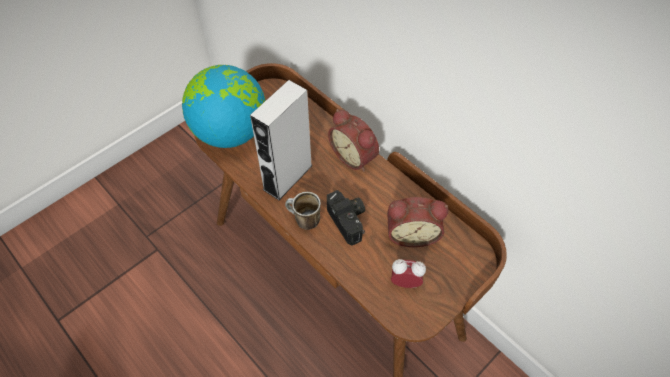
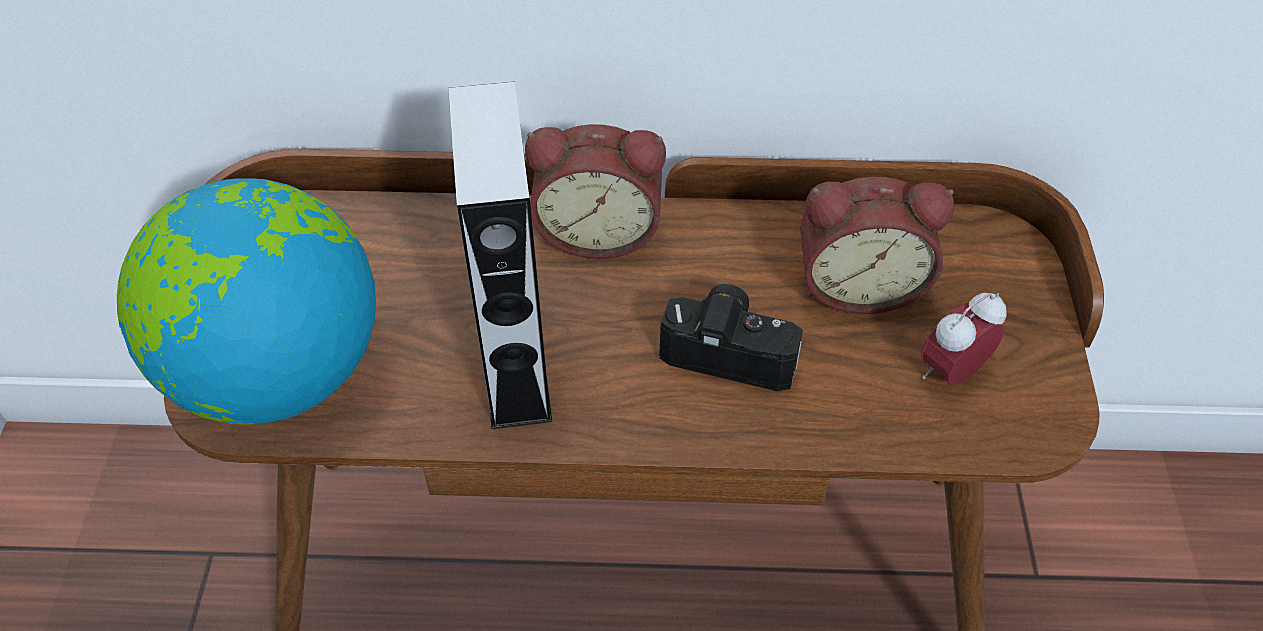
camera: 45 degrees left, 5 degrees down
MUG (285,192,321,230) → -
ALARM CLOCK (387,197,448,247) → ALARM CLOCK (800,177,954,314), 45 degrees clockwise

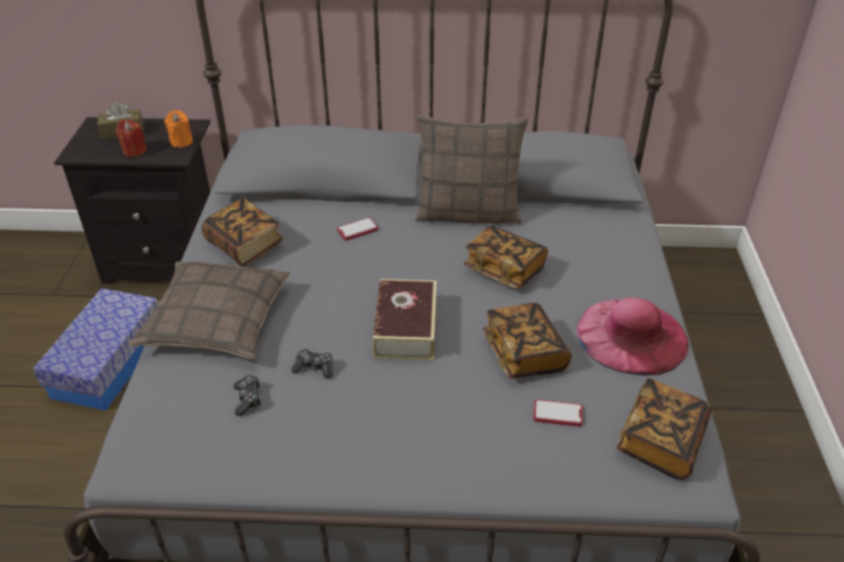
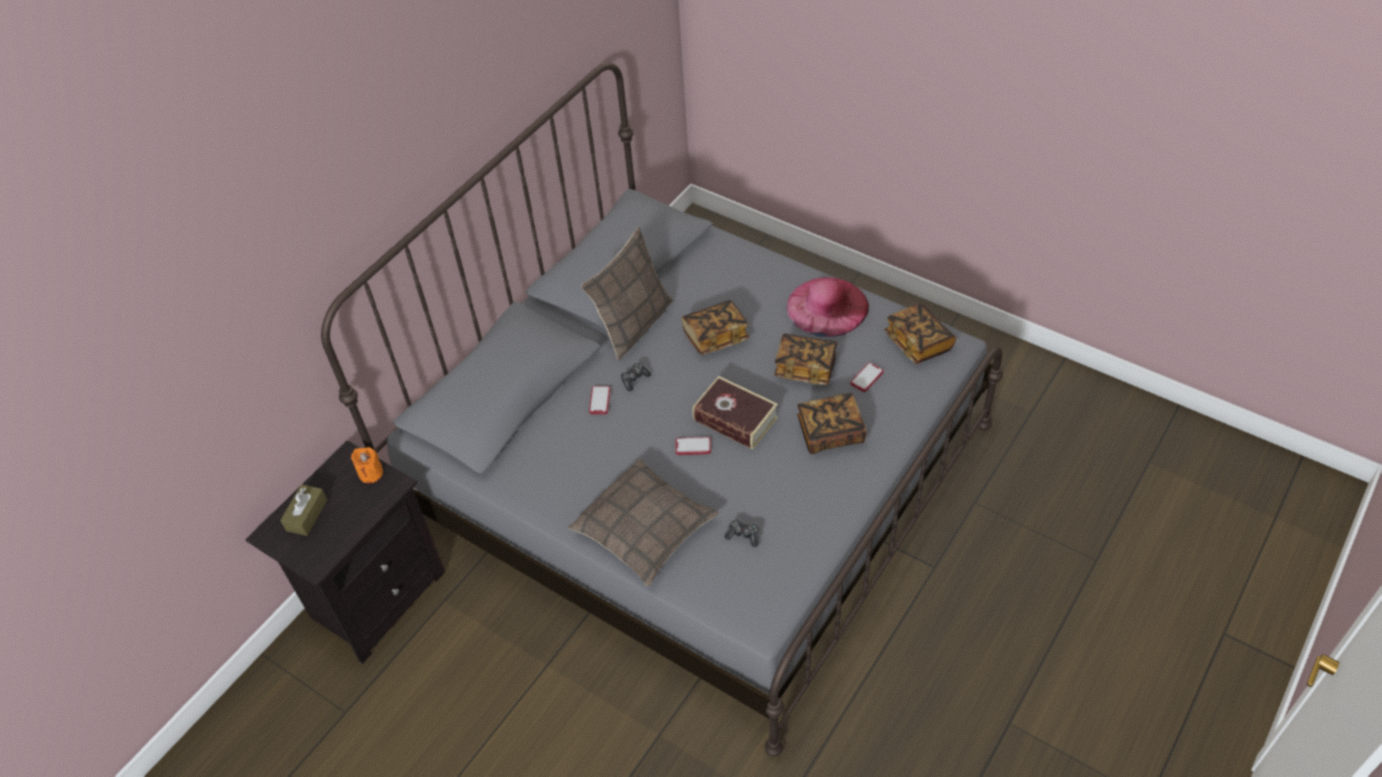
camera: 55 degrees left, 10 degrees up
RED CANDLE (116,119,147,157) → -
BOOK (202,198,283,266) → BOOK (797,393,867,454), relocated
STORAGE BOX (33,288,158,411) → -
GAME CONTROLLER (291,349,333,379) → GAME CONTROLLER (620,363,651,391), relocated
- → PHONE (676,437,711,455)

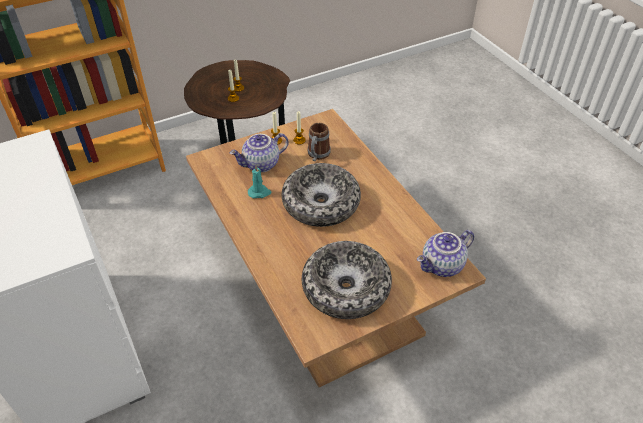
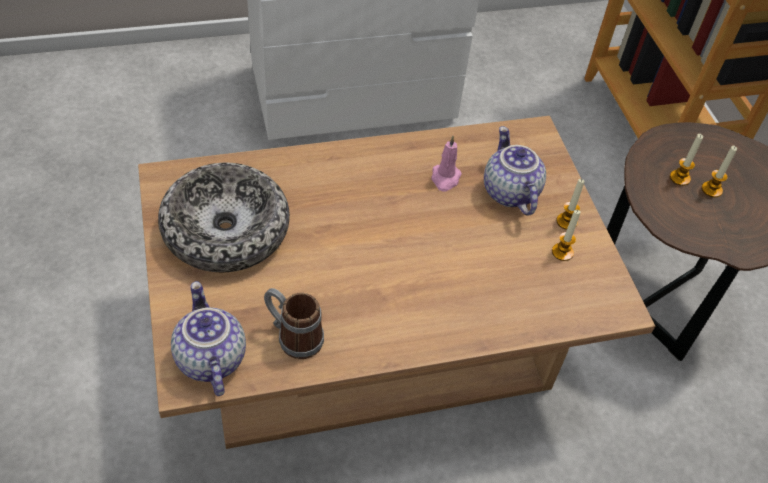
camera: 100 degrees right, 5 degrees up
MUG (307,123,331,161) → MUG (264,288,324,359), relocated
BOWL (282,163,361,227) → -
TURQUOISE CANDLE (248,165,271,198) → PINK CANDLE (431,136,462,192)

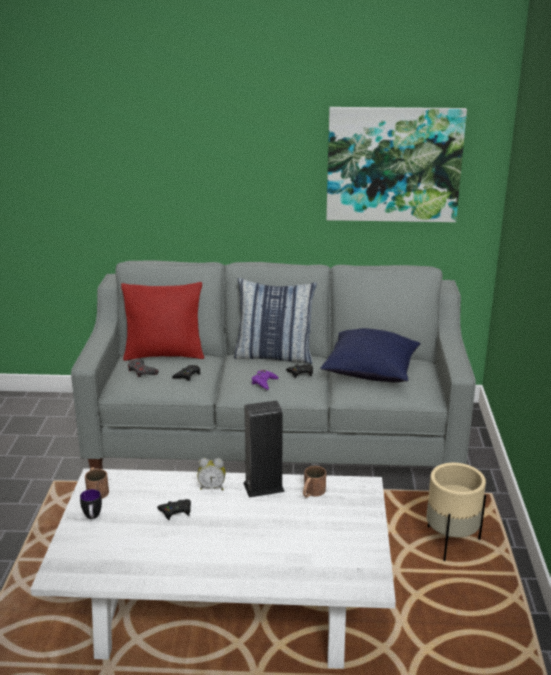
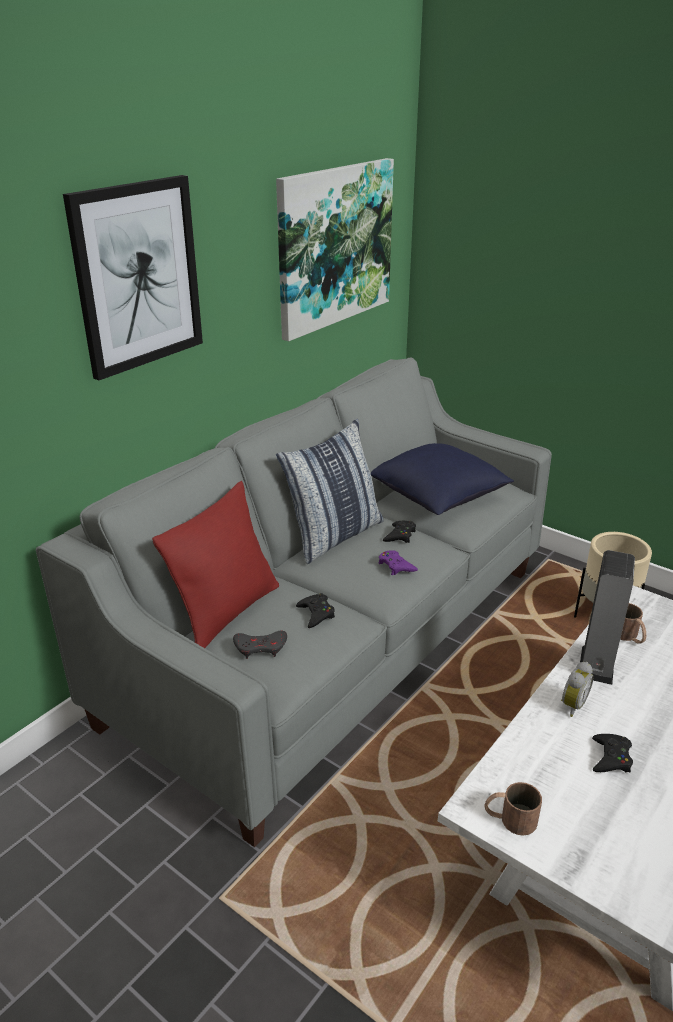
camera: 55 degrees left, 5 degrees up
MUG (80,489,102,519) → -
- → PICTURE (63,175,203,380)

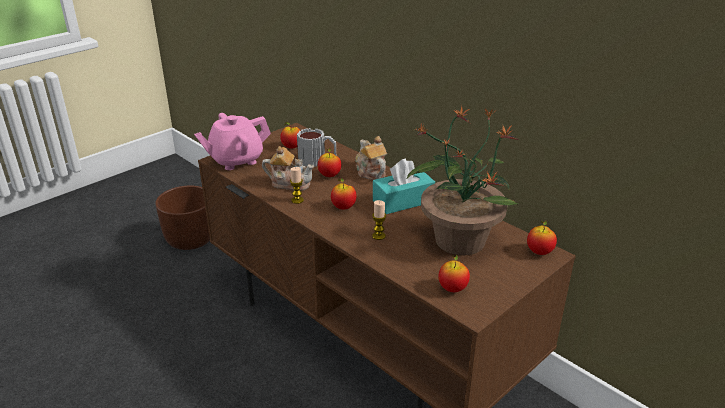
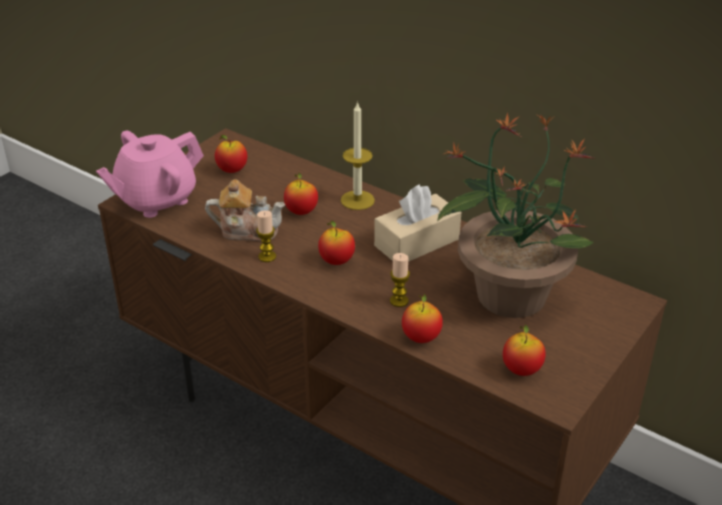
camera: 10 degrees left, 5 degrees up
MUG (297,128,336,167) → -
TEAPOT (355,136,387,180) → CANDLE (341,101,375,210)
TURQUOISE TISSUE BOX (373,158,435,214) → BEIGE TISSUE BOX (374,184,461,262)
BROWN PLANTER (155,186,210,250) → -
APPLE (527,220,557,255) → APPLE (402,294,443,343), relocated

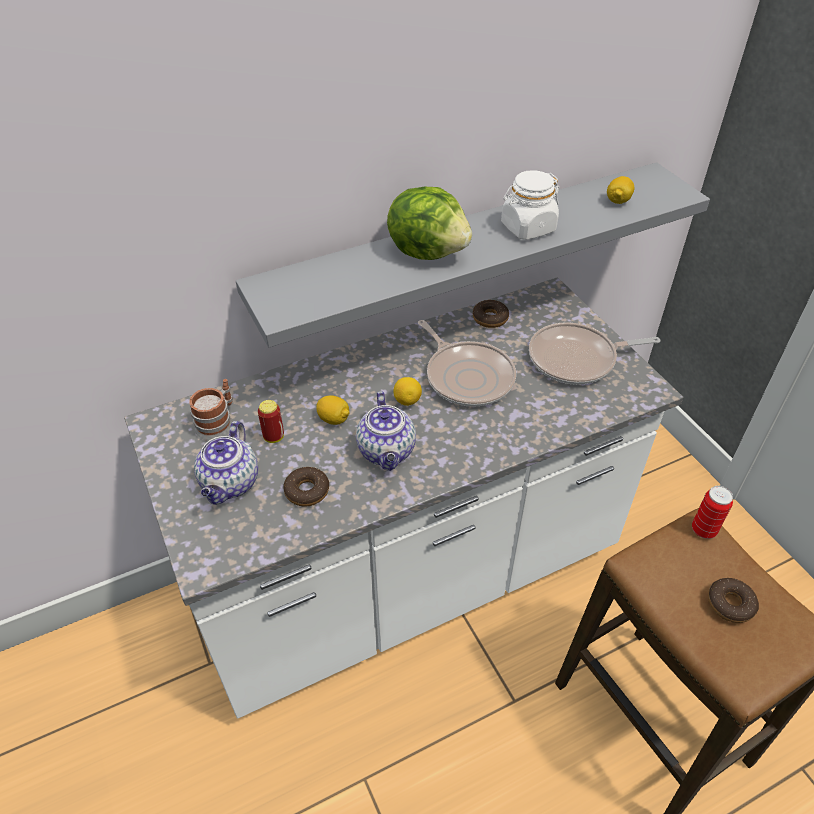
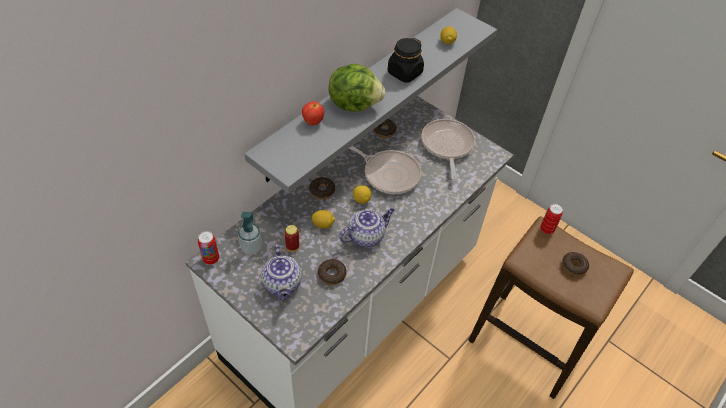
camera: 25 degrees left, 5 degrees up
WHITE JAR (501,170,560,240) → BLACK JAR (388,38,424,83)
FRYING PAN (529,322,661,385) → FRYING PAN (421,119,475,180), 120 degrees clockwise
MUG (189,379,233,441) → SOAP DISPENSER (238,212,262,255)
TEAPOT (356,391,416,471) → TEAPOT (339,208,395,247), 90 degrees counterclockwise
- → APPLE (302,101,324,125)
- → DONUT (309,177,335,199)
- → CAN (198,231,219,265)

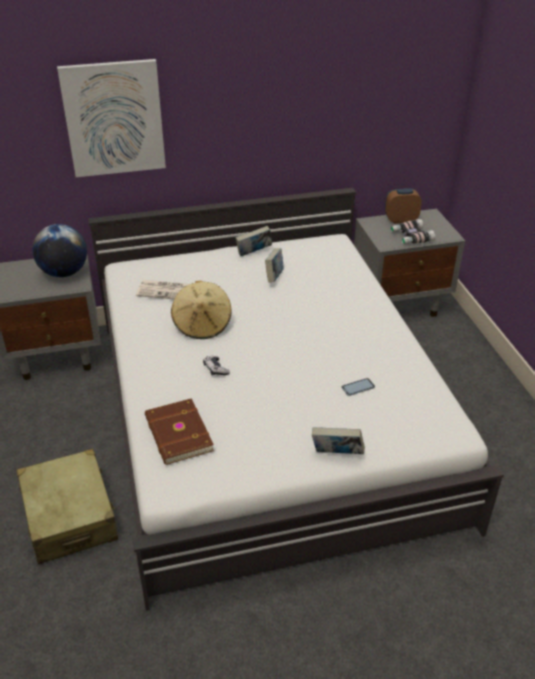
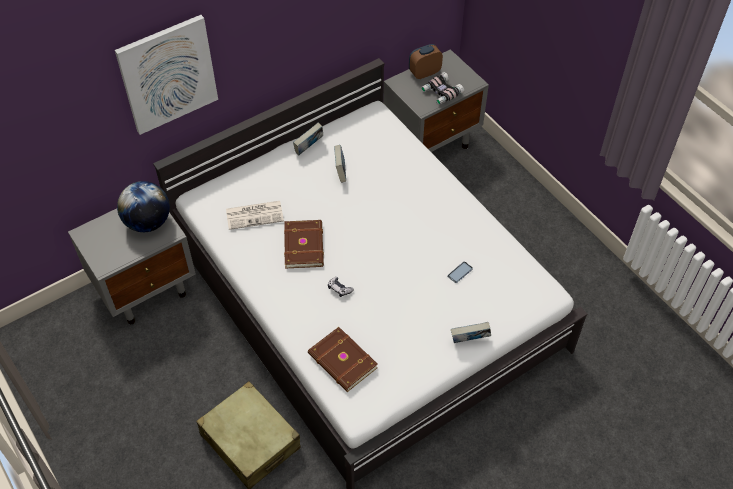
camera: 20 degrees left, 15 degrees up
BEIGE HAT (171,281,232,339) → BROWN BOOK (284,220,324,269)

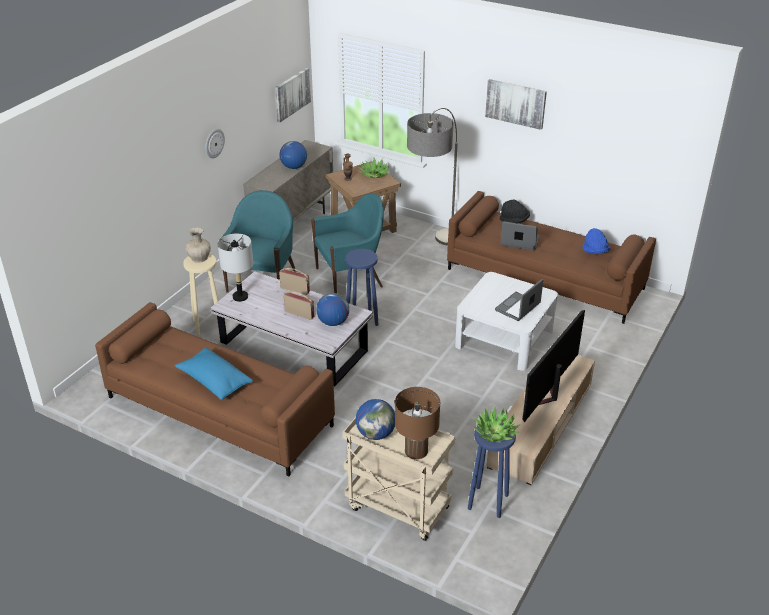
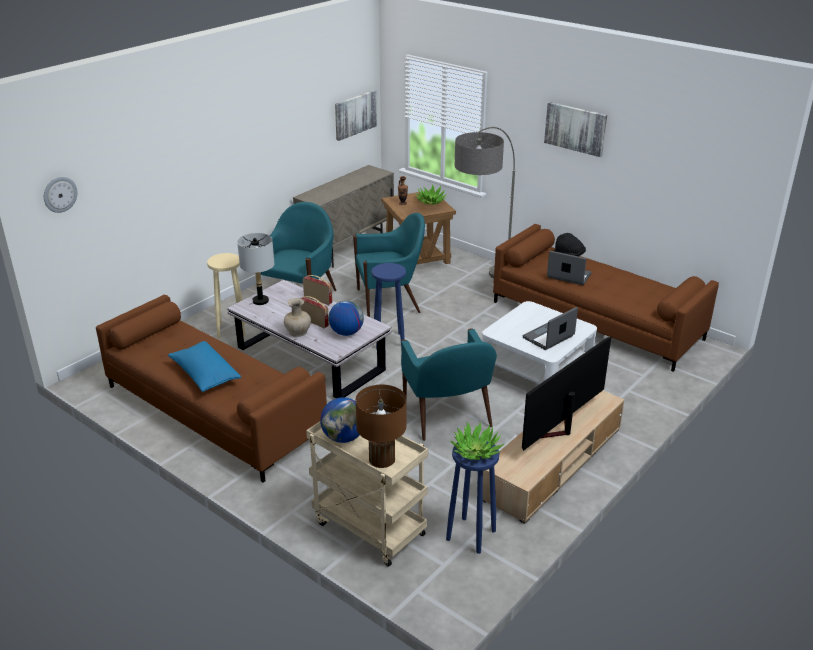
camera: 10 degrees right, 5 degrees down
WALL CLOCK (206,129,225,158) → WALL CLOCK (44,177,77,213), relocated
GLOBE (279,141,307,169) → -
BEIGE VASE (186,227,211,263) → BEIGE VASE (284,298,311,337), relocated
BLUE HAT (583,228,611,254) → -
- → TURQUOISE ARMCHAIR (401,328,497,441)

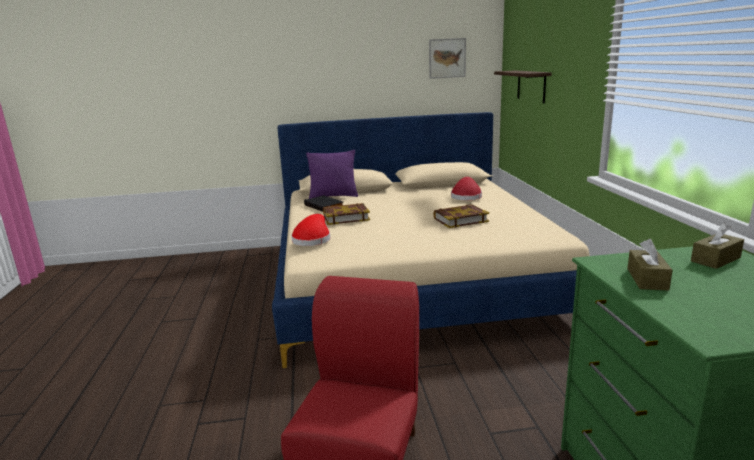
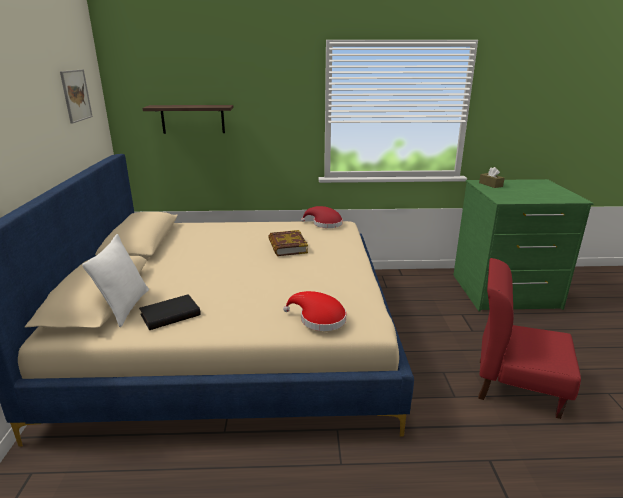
camera: 85 degrees left, 5 degrees up
PURPLE PILLOW (306,150,358,199) → WHITE PILLOW (82,234,149,327)
RED HAT (451,177,482,200) → RED HAT (301,206,343,228), relocated
BOOK (323,203,370,225) → -
BROWN TISSUE BOX (627,239,673,291) → -

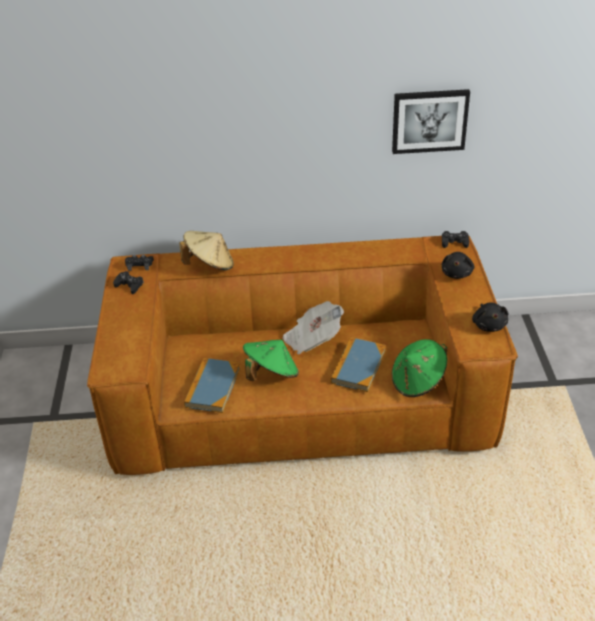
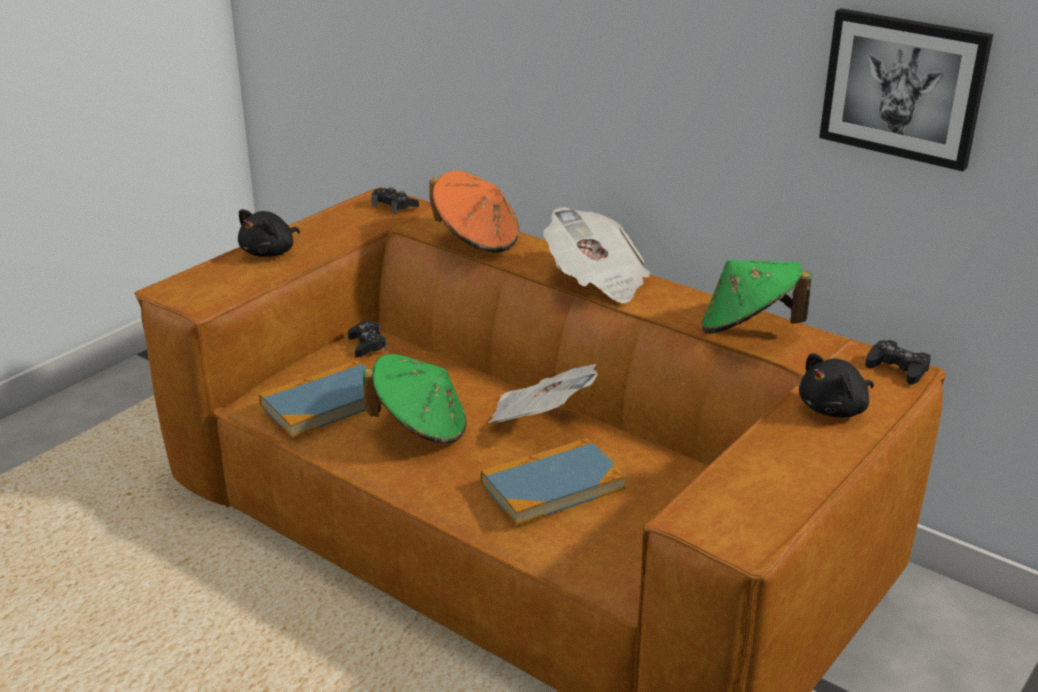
camera: 40 degrees right, 10 degrees down
BEIGE HAT (179,231,234,271) → ORANGE HAT (429,171,519,253)
BLACK GAME CONTROLLER (113,271,144,294) → BLACK GAME CONTROLLER (348,321,387,358), relocated
BLACK PLUSH TOY (472,302,508,332) → BLACK PLUSH TOY (238,209,300,257), relocated
GREEN HAT (392,339,447,397) → GREEN HAT (701,260,812,334), relocated
- → NEWSPAPER (543,207,651,303)

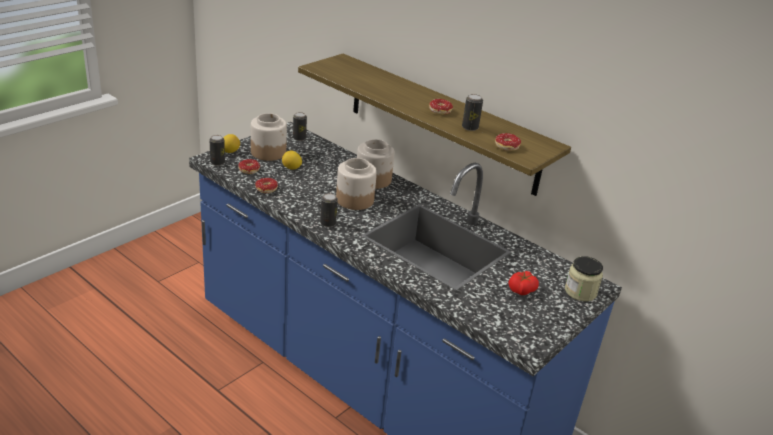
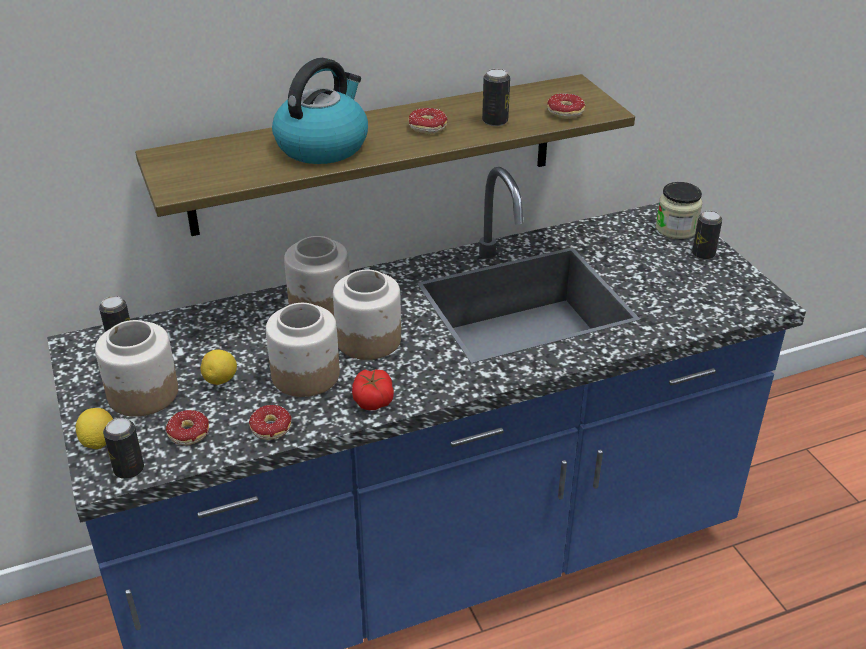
camera: 60 degrees left, 5 degrees up
CAN (320,193,338,227) → CAN (692,211,722,260), relocated
TOMATO (508,271,539,295) → TOMATO (352,370,394,410), relocated
- → KETTLE (272,58,368,164)
- → JAR (266,303,340,397)

